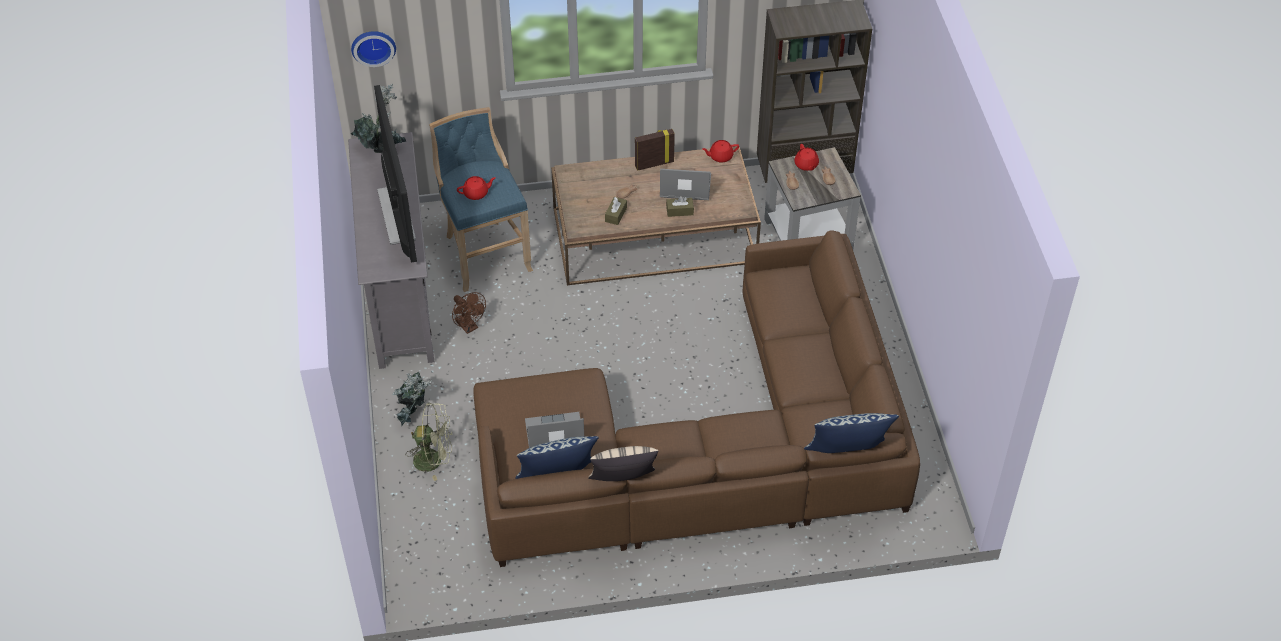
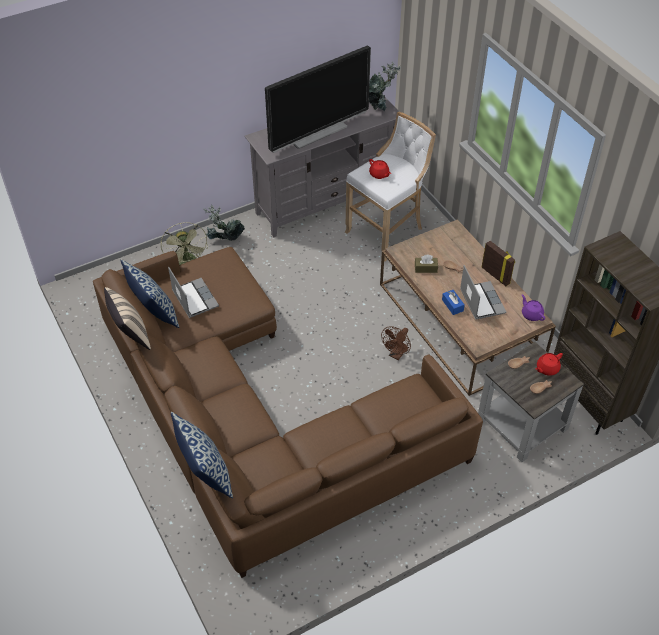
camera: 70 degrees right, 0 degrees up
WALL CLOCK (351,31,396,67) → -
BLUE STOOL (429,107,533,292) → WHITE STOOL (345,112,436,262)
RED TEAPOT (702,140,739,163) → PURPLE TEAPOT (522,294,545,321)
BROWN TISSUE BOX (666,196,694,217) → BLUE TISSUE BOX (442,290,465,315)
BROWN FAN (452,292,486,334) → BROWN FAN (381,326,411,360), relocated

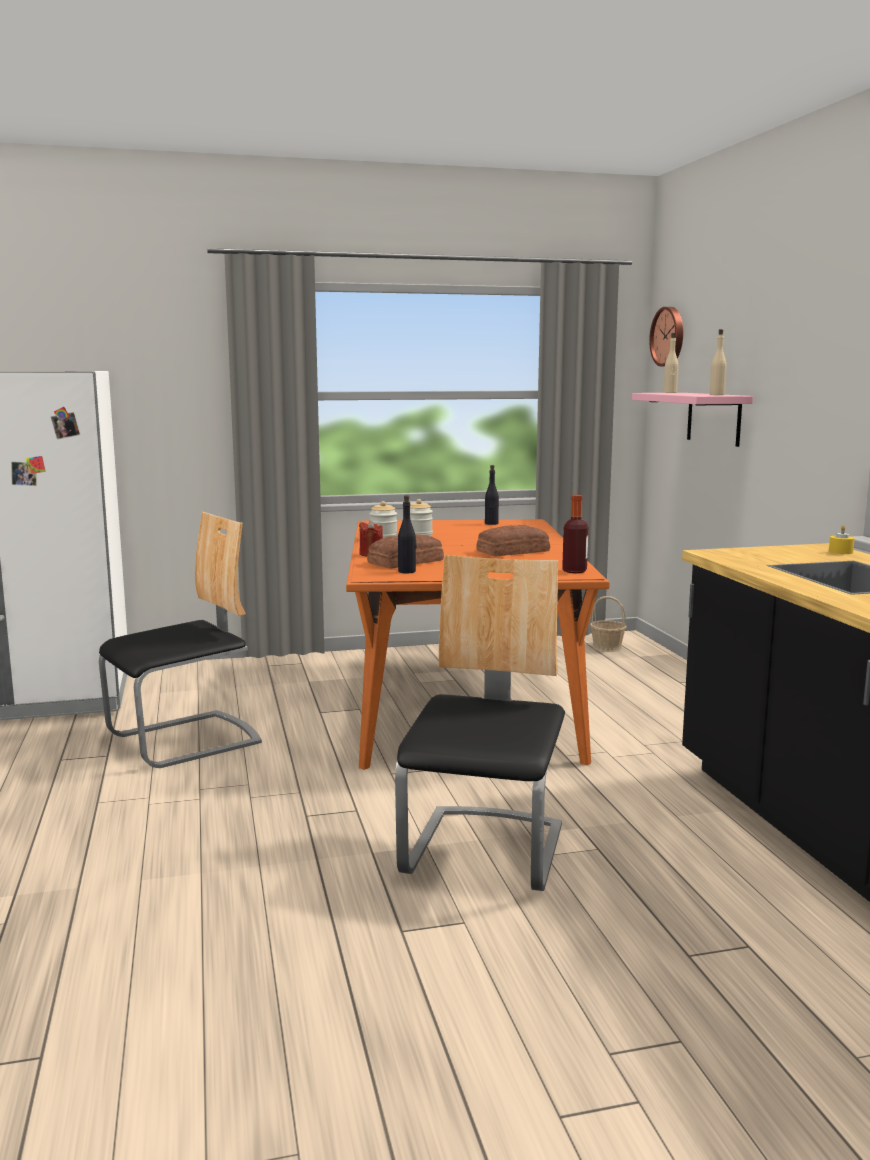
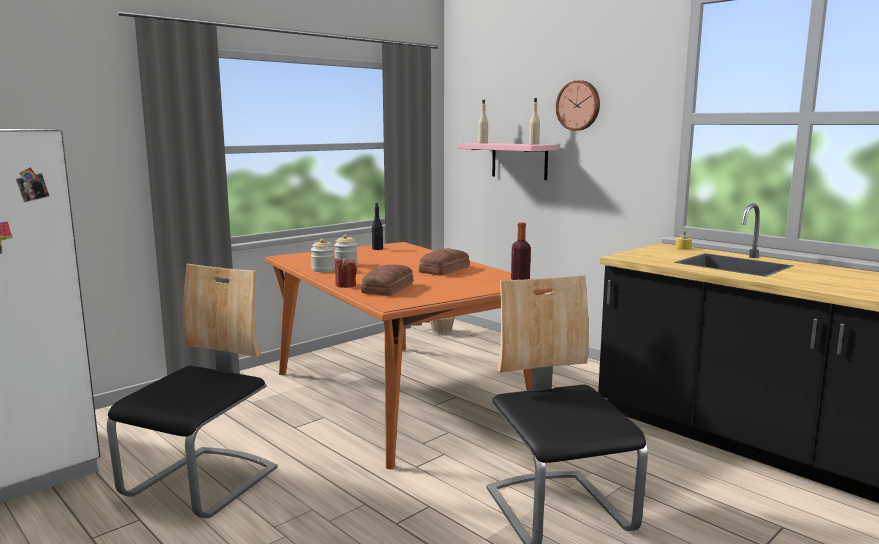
camera: 30 degrees left, 0 degrees up
WALL CLOCK (649,307,683,367) → WALL CLOCK (556,80,600,131), relocated
BLACK BOTTLE (398,495,416,573) → -

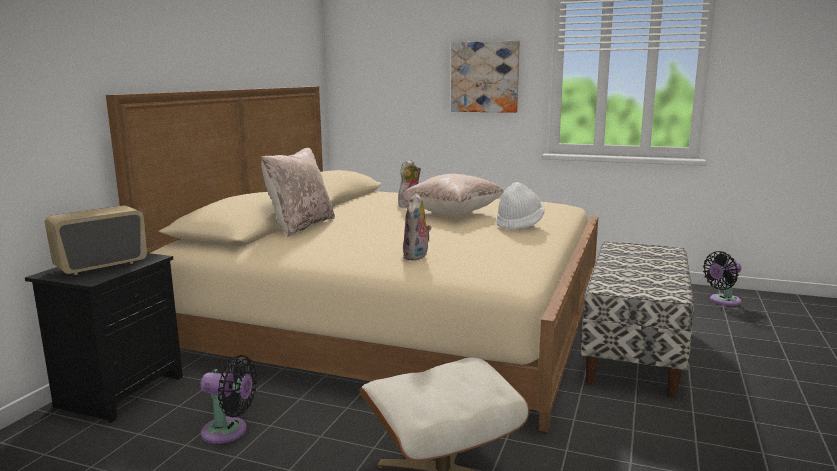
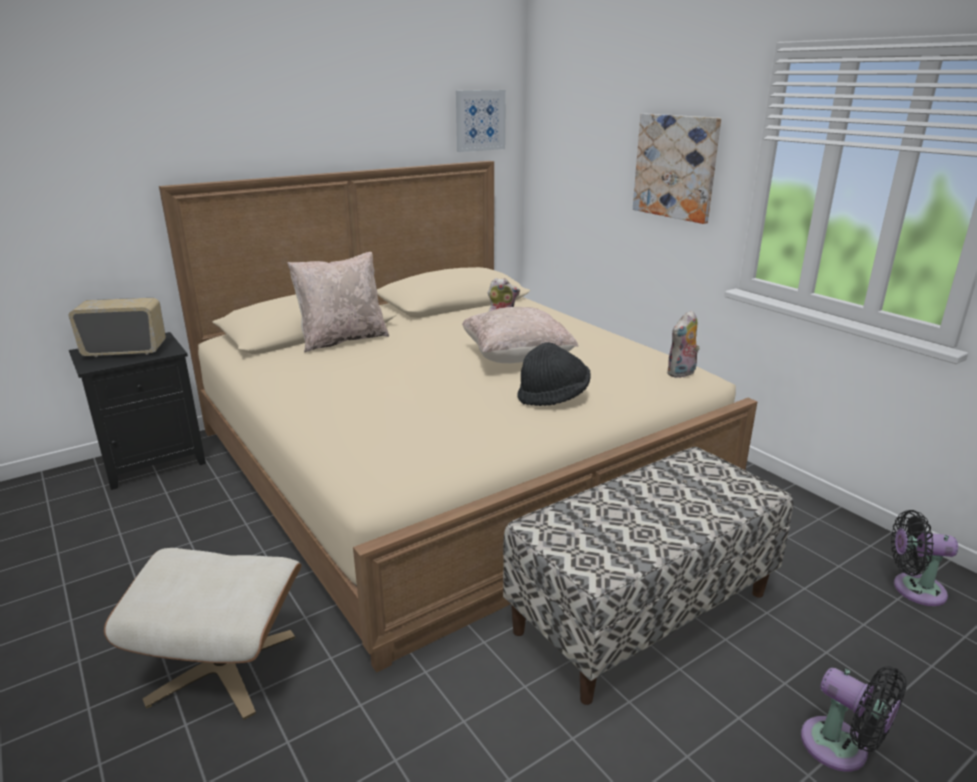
camera: 35 degrees right, 10 degrees up
WHITE HAT (496,182,545,230) → BLACK HAT (517,342,591,406)
PLUSH TOY (403,193,432,260) → PLUSH TOY (667,310,700,378), relocated
BLACK FAN (200,355,257,444) → BLACK FAN (801,666,907,772), relocated
- → PICTURE (456,90,506,152)

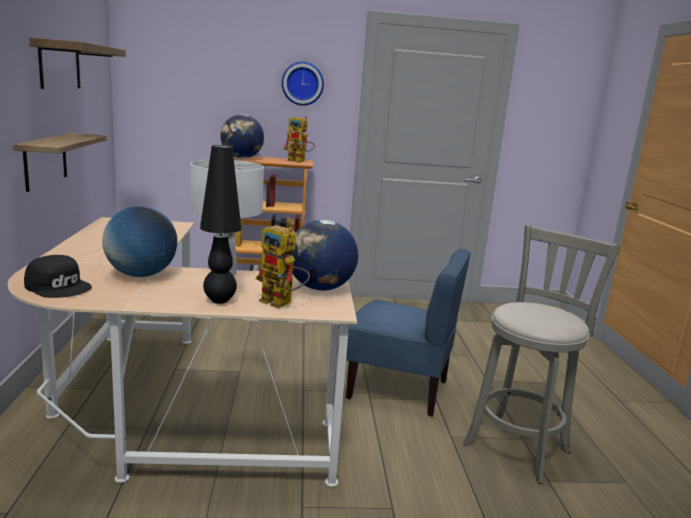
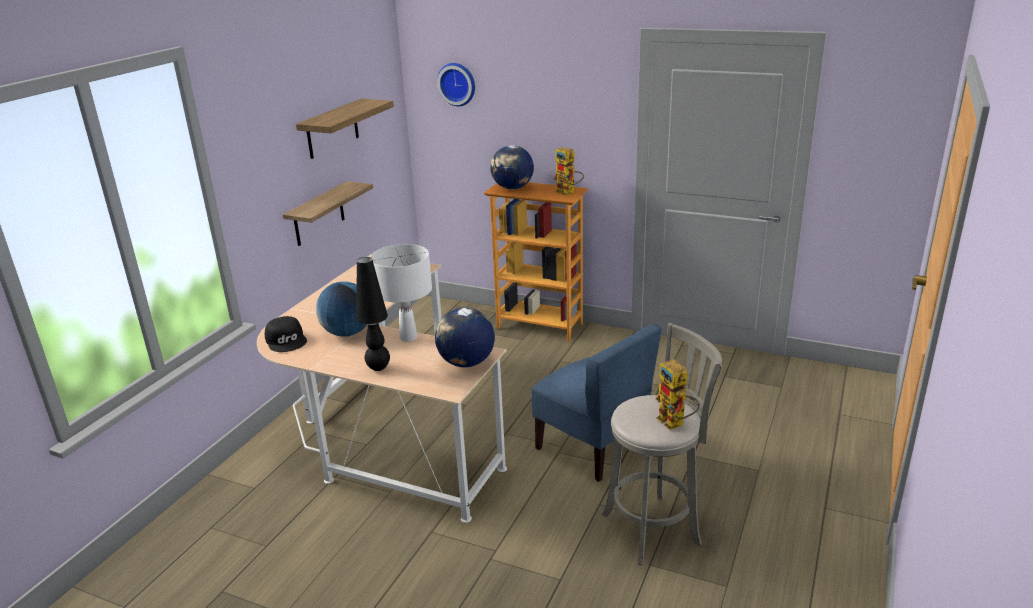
camera: 30 degrees right, 10 degrees up
WALL CLOCK (282,62,324,106) → WALL CLOCK (437,63,475,106), relocated
TOY ROBOT (255,225,310,309) → TOY ROBOT (655,359,700,430), relocated

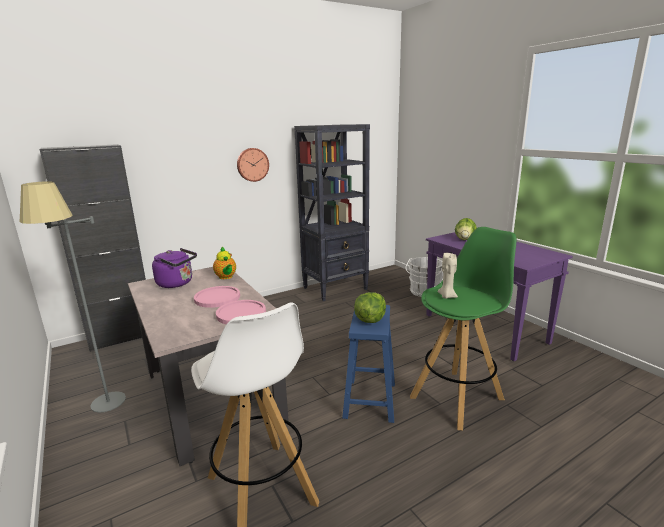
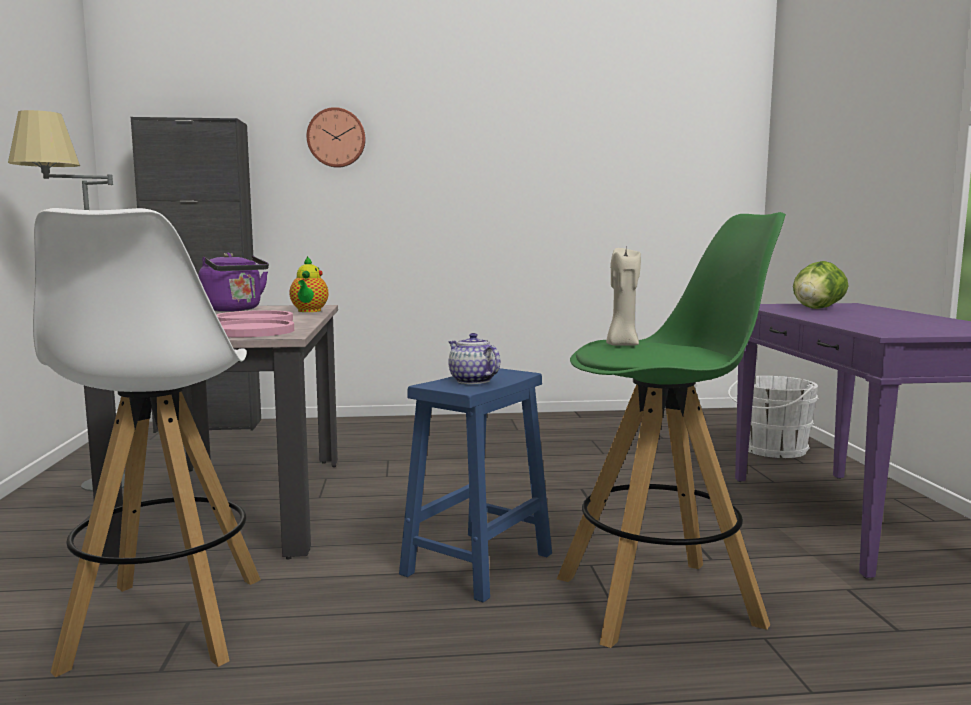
camera: 25 degrees right, 10 degrees down
BLACK BOOKCASE (294,124,370,301) → -
WALL CLOCK (237,148,269,182) → WALL CLOCK (307,107,366,168), relocated
LETTUCE (354,292,386,323) → TEAPOT (448,333,500,384)

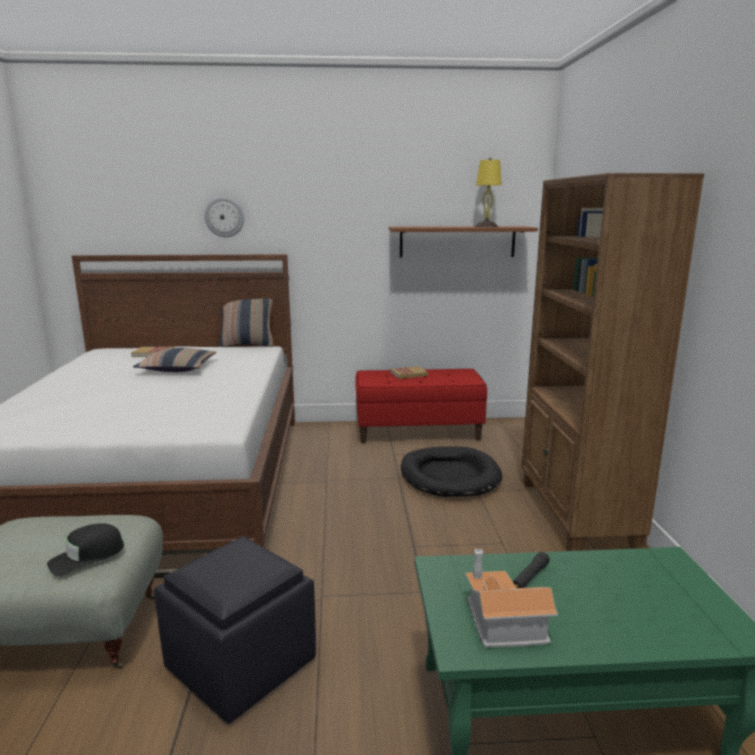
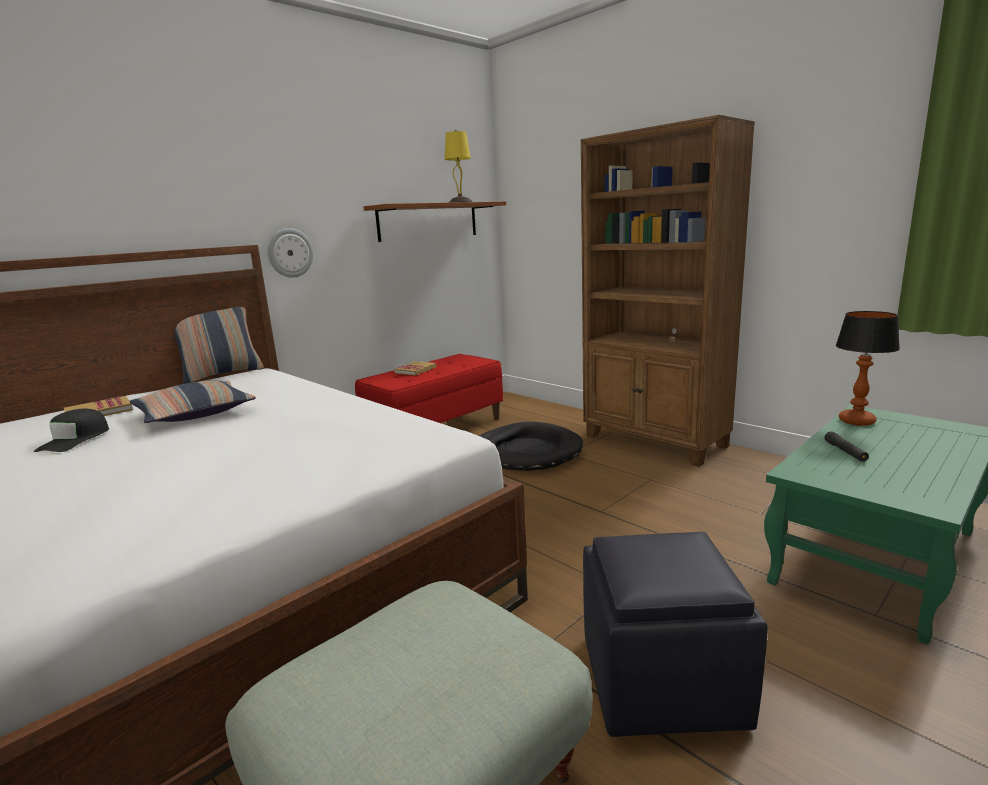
camera: 40 degrees left, 0 degrees up
WALL CLOCK (205,197,244,237) → WALL CLOCK (267,228,314,278), relocated
BLACK CAP (47,523,124,576) → BLACK CAP (34,409,109,452), relocated
TOY HOUSE (465,549,558,648) → -
- → TABLE LAMP (836,311,900,426)

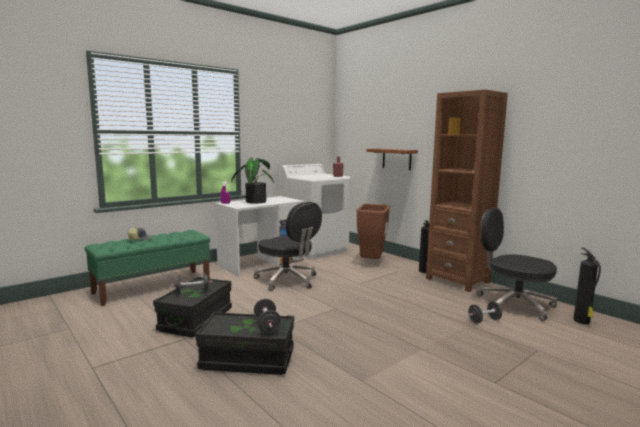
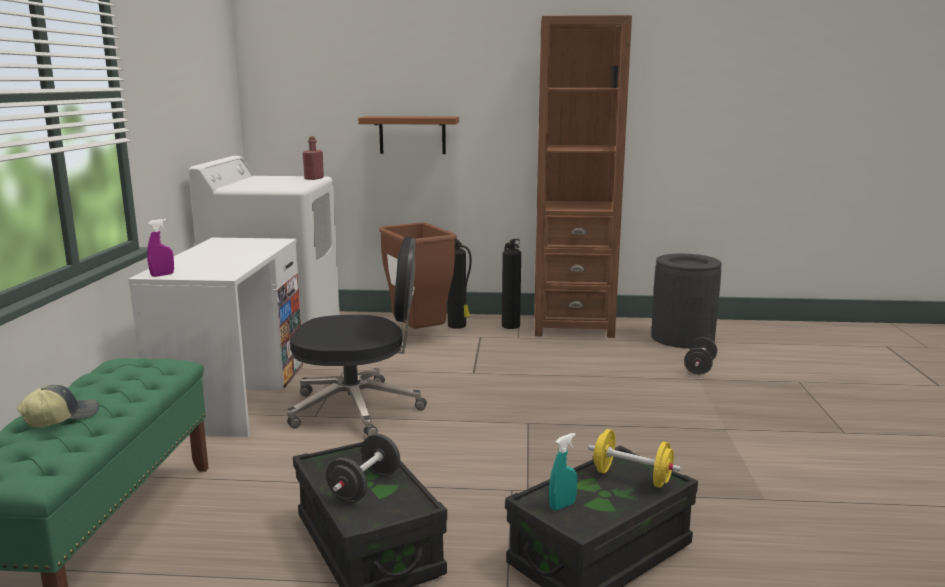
camera: 45 degrees left, 5 degrees up
POTTED PLANT (231,158,274,204) → -
BLACK OFFICE CHAIR (476,208,557,321) → BLACK TRASH CAN (651,254,722,348)
FIRE EXTINGUISHER (573,248,601,324) → FIRE EXTINGUISHER (448,238,471,329), relocated
BLACK DUMBBELL (254,299,281,334) → YELLOW DUMBBELL (588,429,681,488)
- → TURQUOISE SPRAY BOTTLE (549,433,577,510)

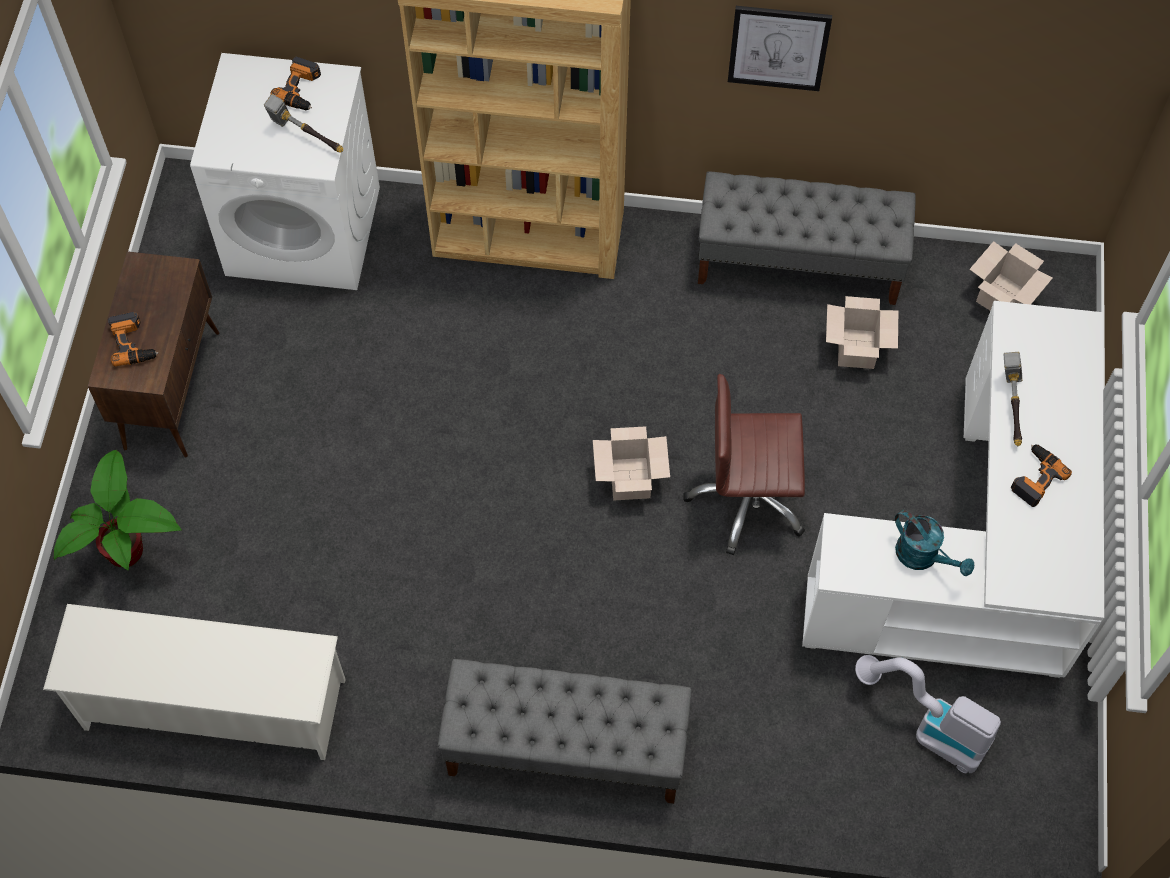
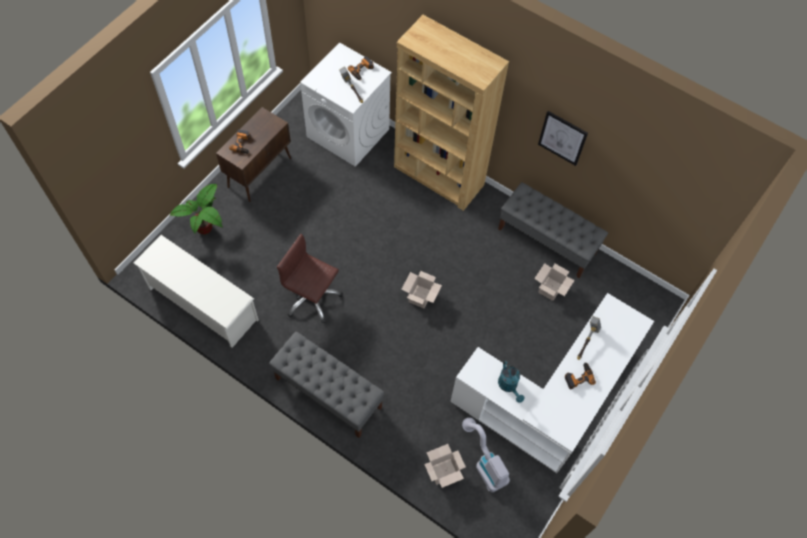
camera: 25 degrees right, 0 degrees up
CARDBOARD BOX (969,241,1053,311) → CARDBOARD BOX (424,444,466,488), relocated
BROWN OFFICE CHAIR (683,374,805,555) → BROWN OFFICE CHAIR (277,234,343,323), relocated

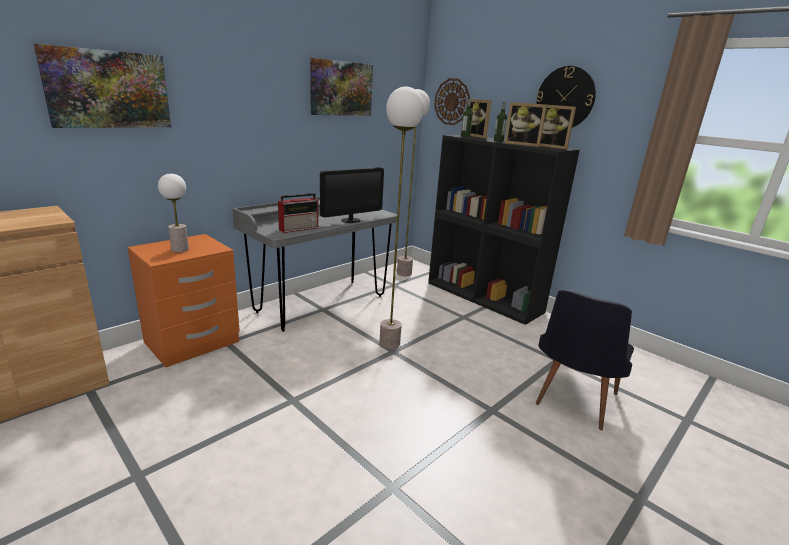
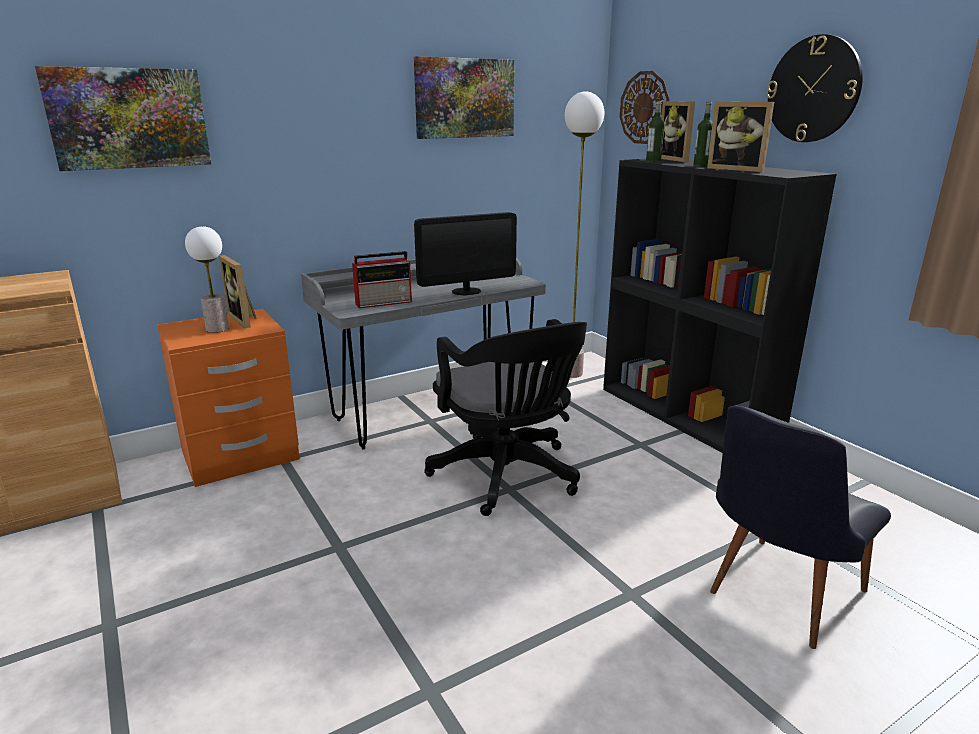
camera: 15 degrees right, 0 degrees up
FLOOR LAMP (379,87,424,349) → BLACK OFFICE CHAIR (424,319,587,516)
PICTURE FRAME (540,105,576,150) → PICTURE FRAME (219,255,256,328), relocated

